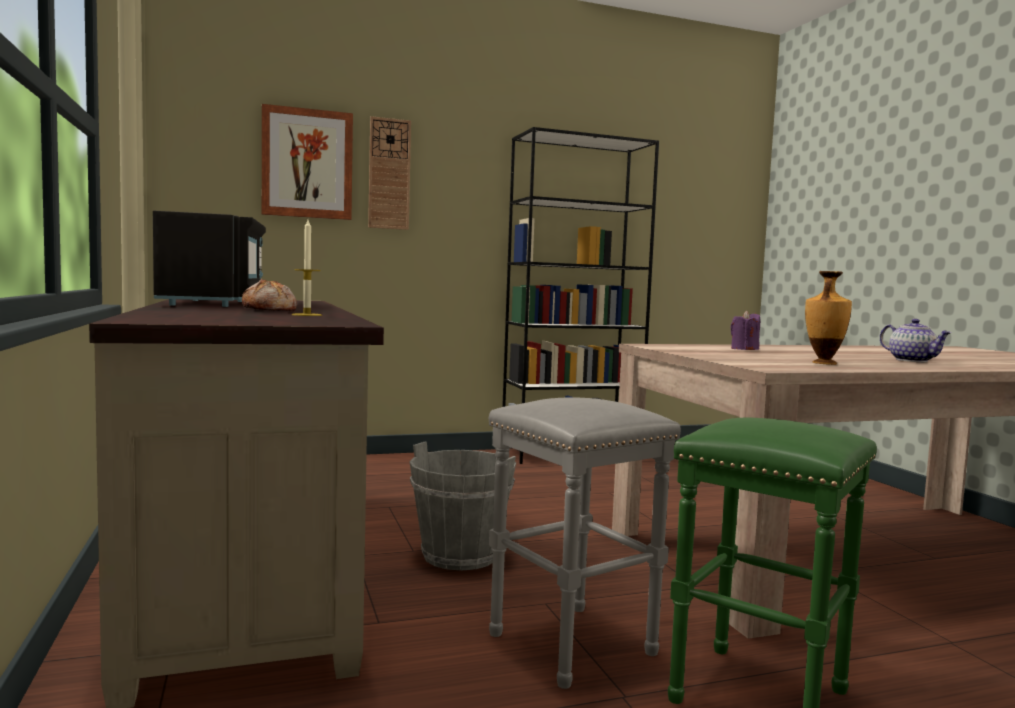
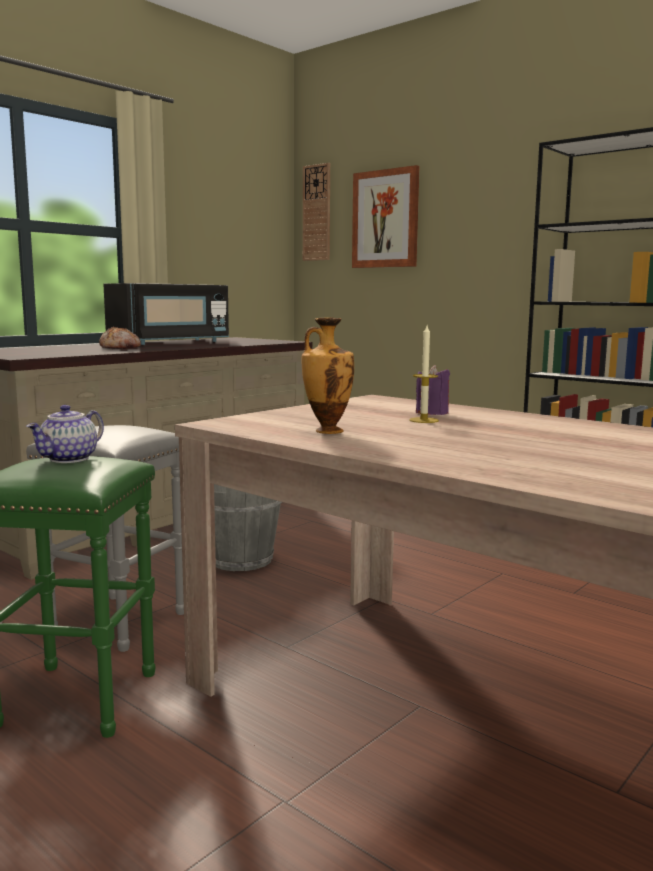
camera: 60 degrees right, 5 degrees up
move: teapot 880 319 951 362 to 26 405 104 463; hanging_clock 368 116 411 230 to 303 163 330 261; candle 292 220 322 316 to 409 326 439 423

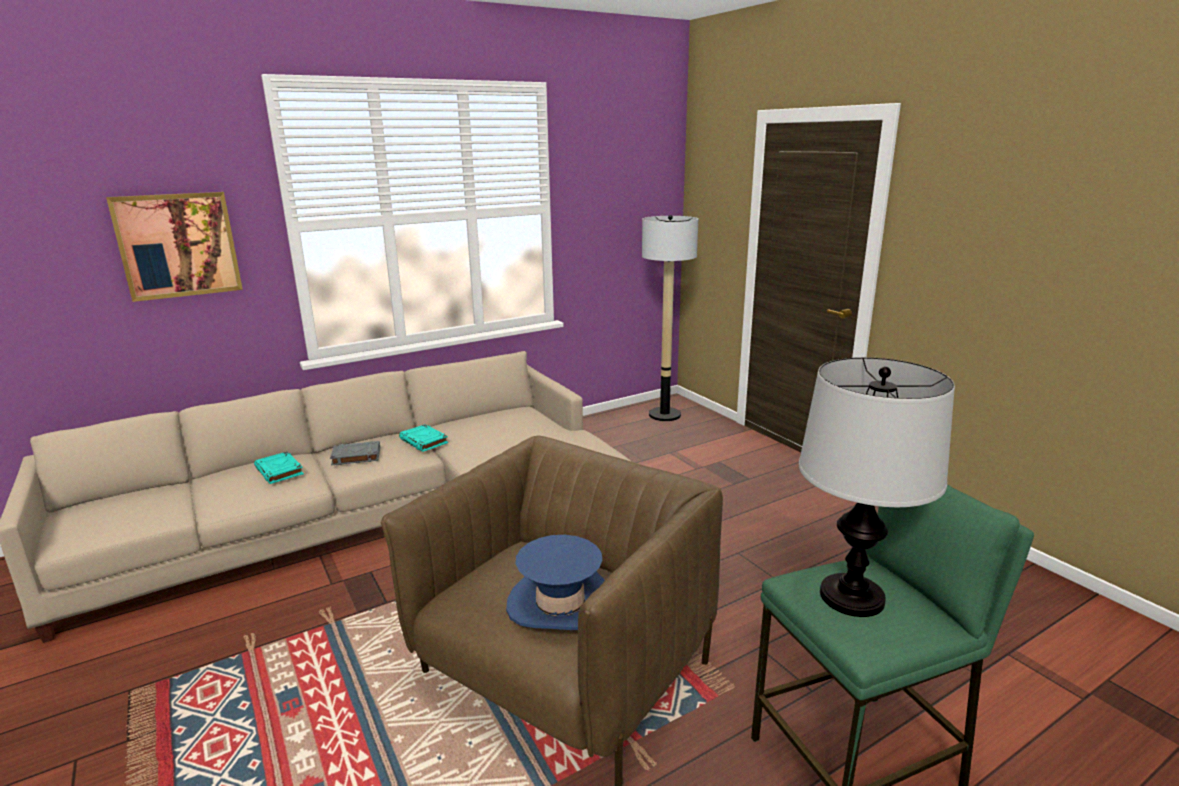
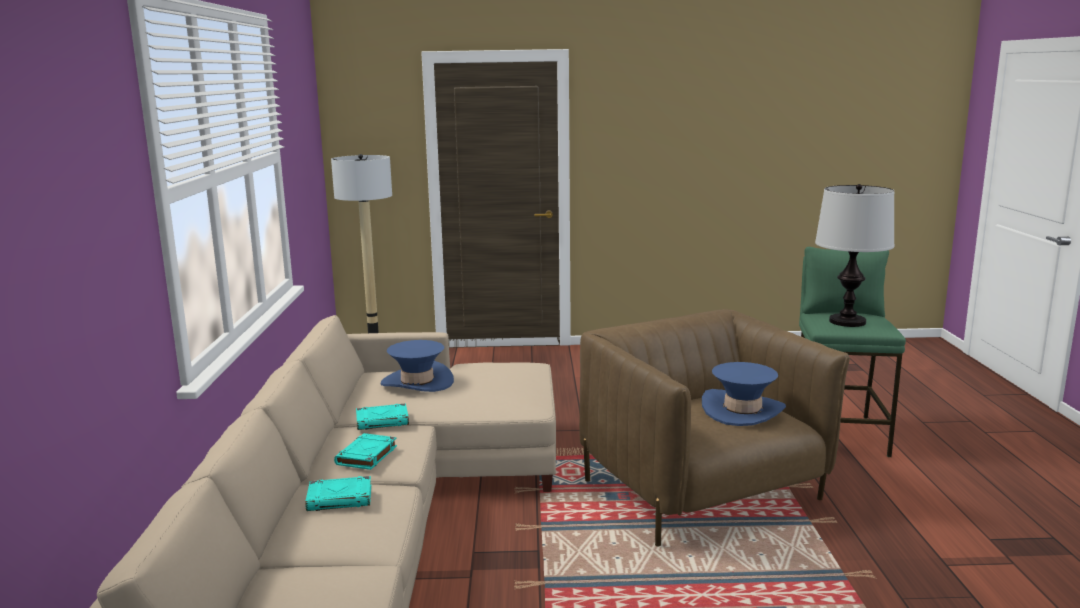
camera: 60 degrees left, 5 degrees down
delete: wall_picture 106 192 243 302
insert: bluish_clothing_hat 381 340 454 392
recolor: gray_bound_book 330 441 380 465 to blue-green_bound_book 334 433 397 470

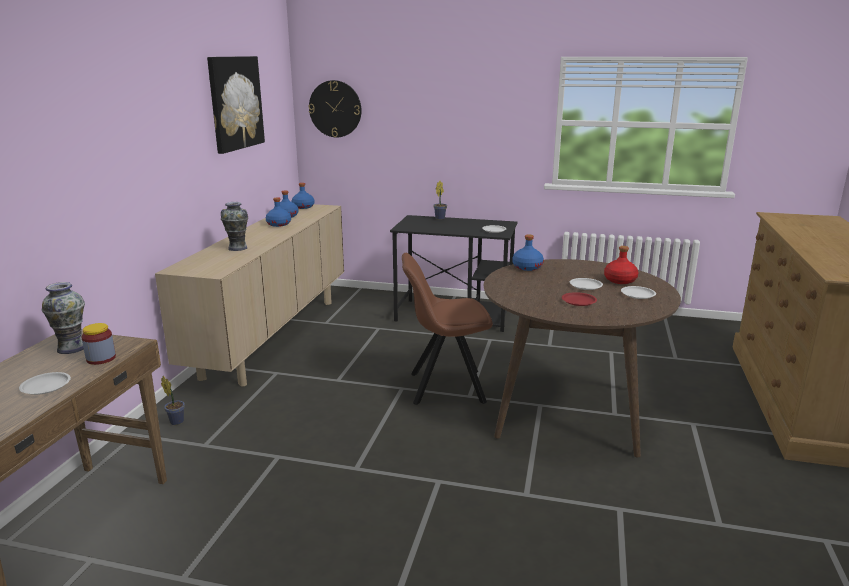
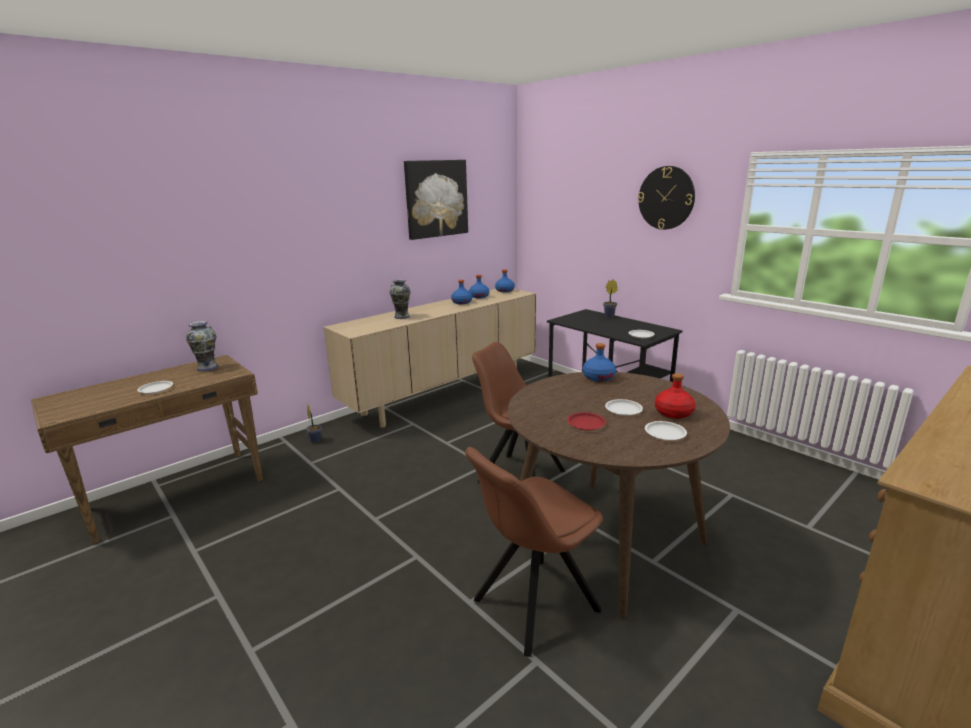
camera: 35 degrees right, 0 degrees up
delete: preserve_jar 81 323 116 365
insert: brown-coloured_upright_chair 465 447 603 657
move: hanging_clock 308 80 362 138 to 638 166 695 230

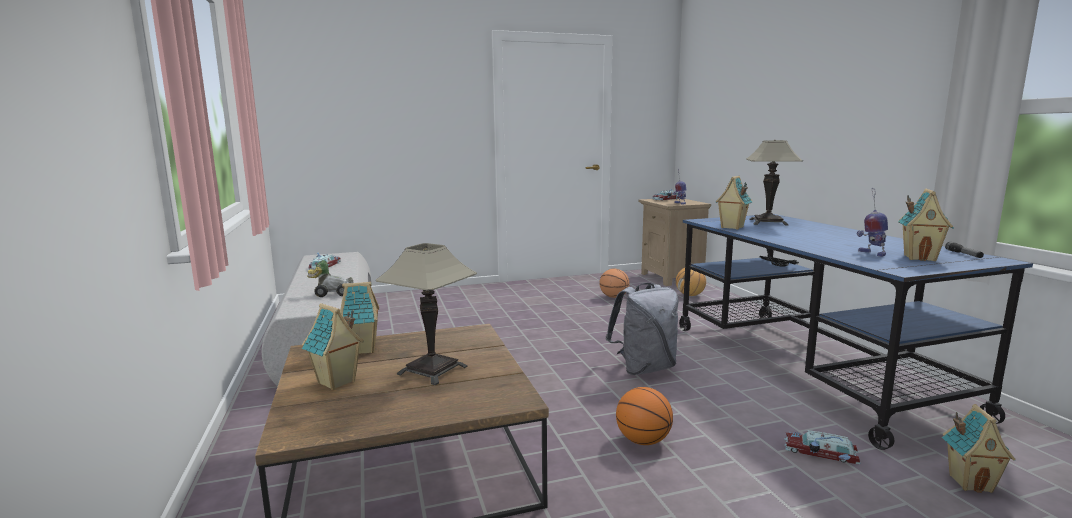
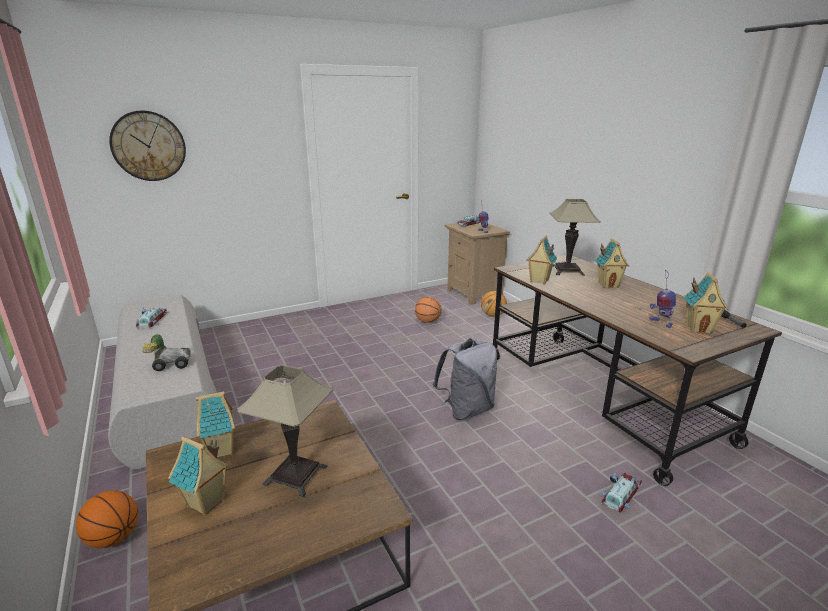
camera: 10 degrees left, 10 degrees up
insert: hanging_clock 109 110 186 181
move: basketball 616 387 673 445 to 76 490 138 548; toy_house 942 404 1016 493 to 594 238 629 288
recolor: bluish_desk 679 214 1033 450 to brown-coloured_desk 493 255 782 486
rotate: miniature_car 784 430 861 464 = 601 472 642 514 120 degrees clockwise

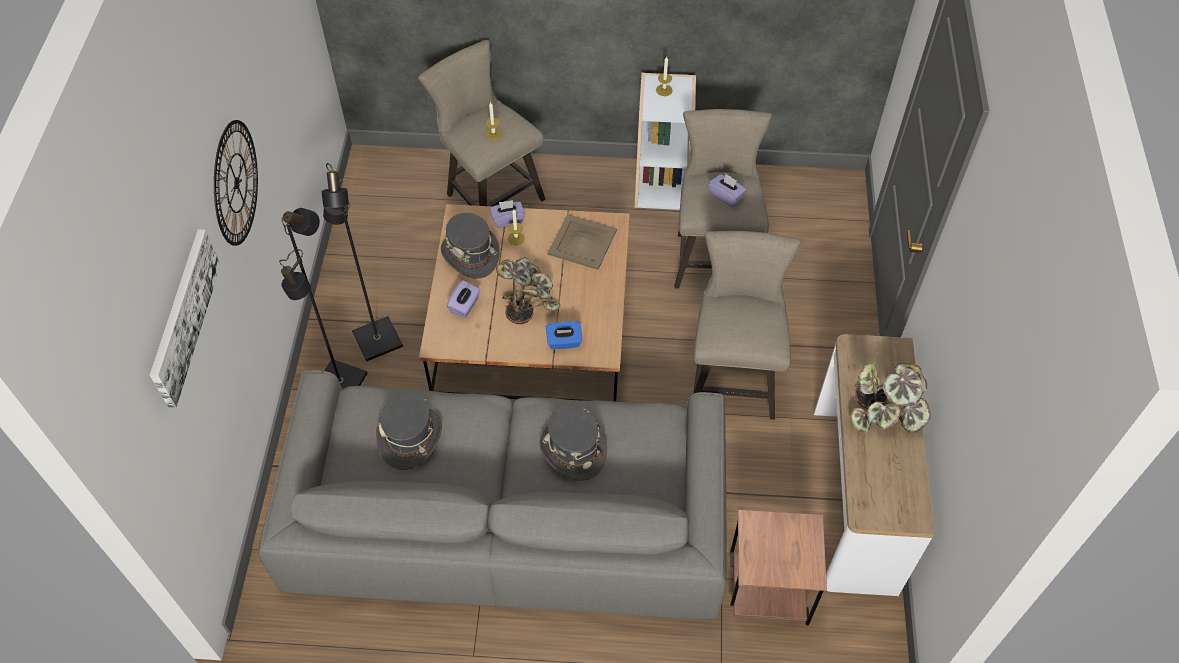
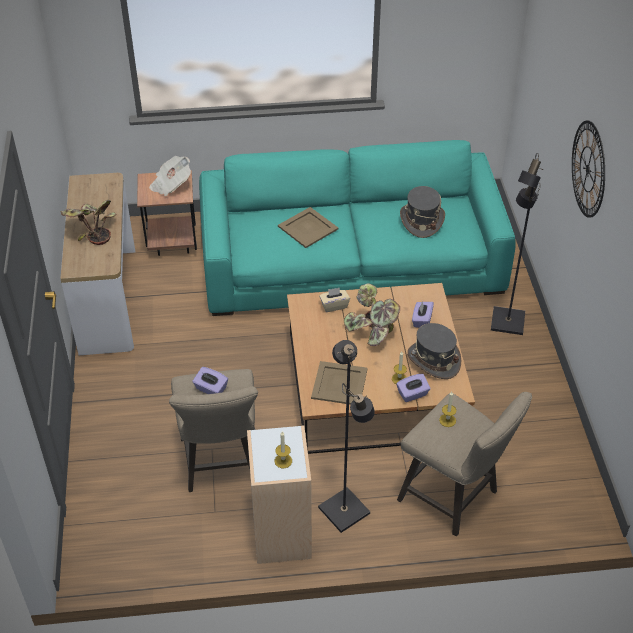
camera: 170 degrees right, 10 degrees down
delete: wall_picture 150 229 221 408; beige_stool_seat 693 231 801 420
insert: daily_paper 149 156 191 196
move: black-coloured_standing_lamp 322 163 403 362 to 318 340 375 533
replace: gray_clothing_hat 540 405 607 481 to beige_serving_tray 278 207 338 248
recolor: gray_sofa 258 370 727 620 to blue-green_sofa 199 140 516 316; bluish_box_of_tissues 546 321 582 349 to beige_box_of_tissues 319 288 350 312

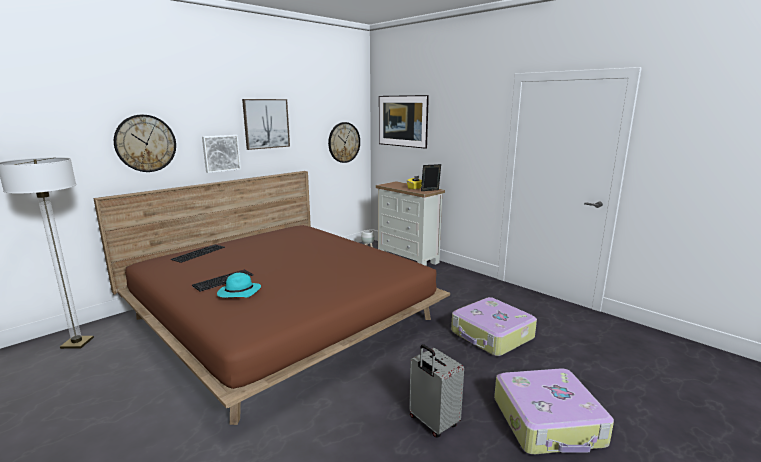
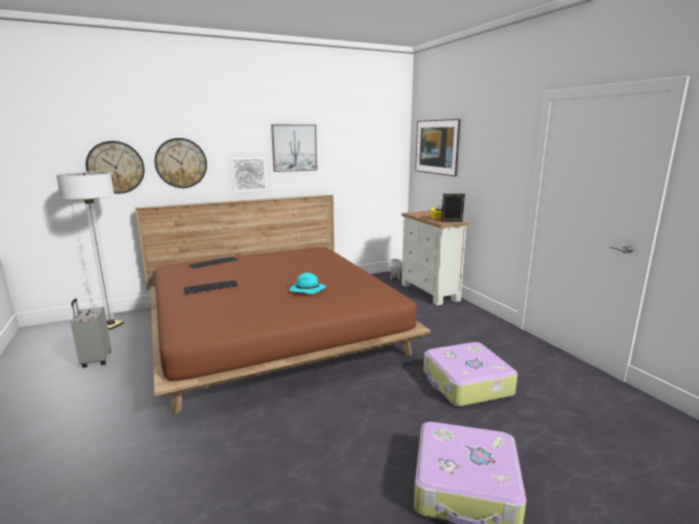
camera: 20 degrees right, 0 degrees up
move: gray_piece_of_luggage 409 344 464 438 to 71 298 111 368; hanging_clock 328 122 360 163 to 86 141 145 194; blue-green_clothing_hat 217 273 261 298 to 289 273 326 294

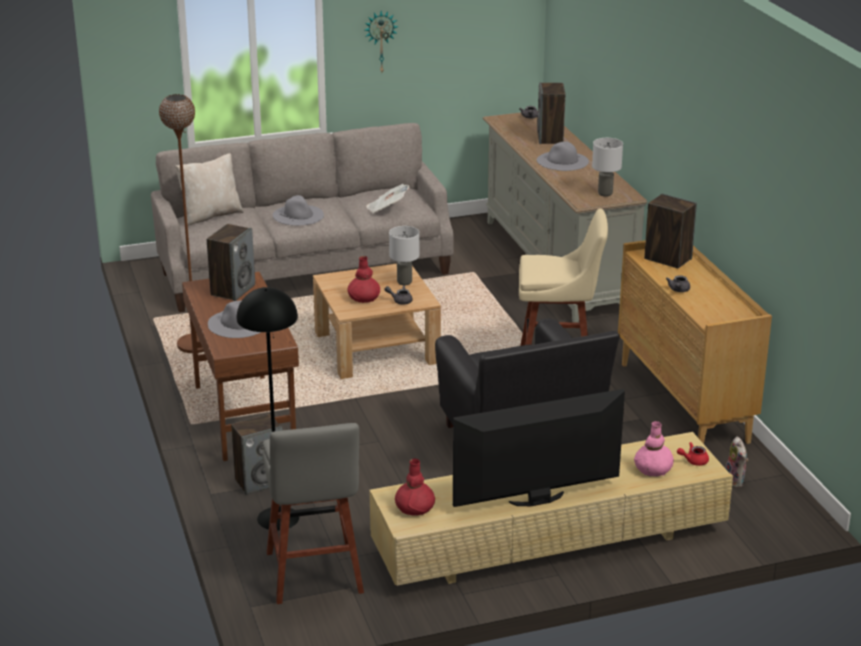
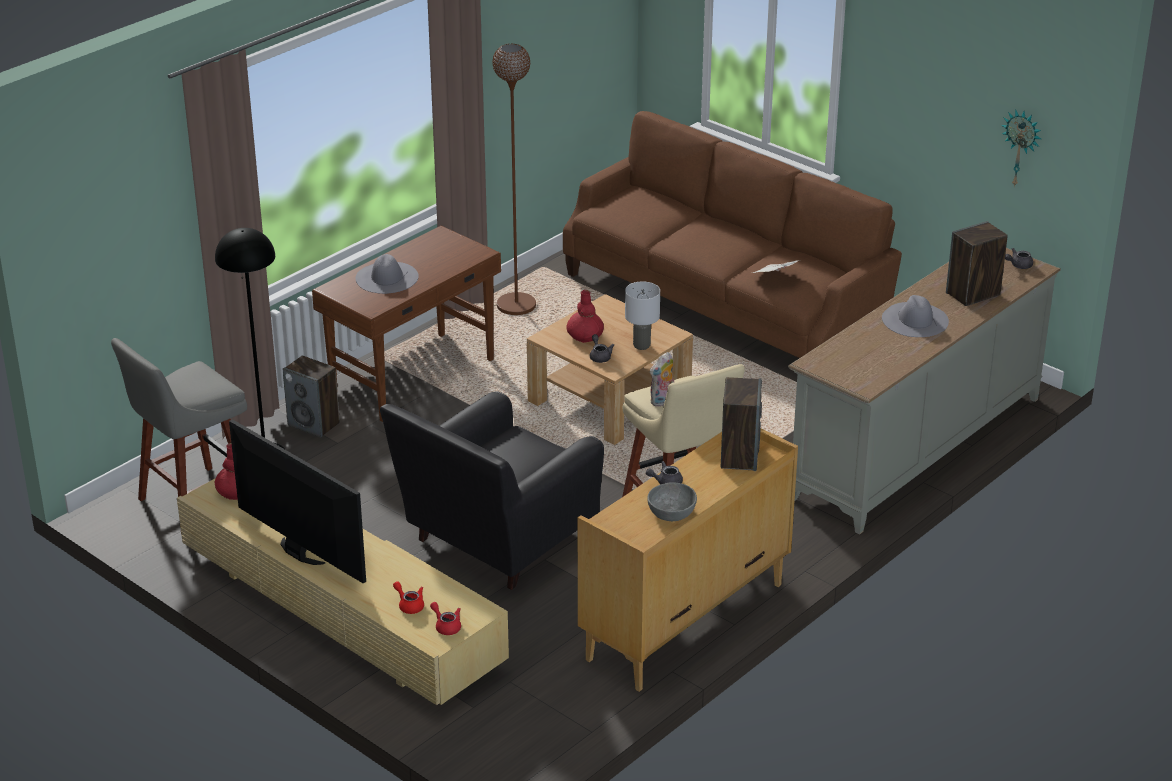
camera: 60 degrees right, 5 degrees up
delete: beige_cushion 175 153 244 226; audio_speaker 207 224 255 301; gray_clothing_hat 273 195 324 226; white_tabletop_lamp 592 138 623 197
insert: gray_serving_bowl 647 482 697 521
move: plush_toy 725 436 749 488 to 650 352 674 407; hanging_clock 365 11 399 72 to 1001 109 1041 188
replace: pinkish_decorative_vase 634 421 674 477 to reddish_teapot 393 581 424 614
recolor: gray_sofa 151 123 454 312 to brown-coloured_sofa 563 111 902 358

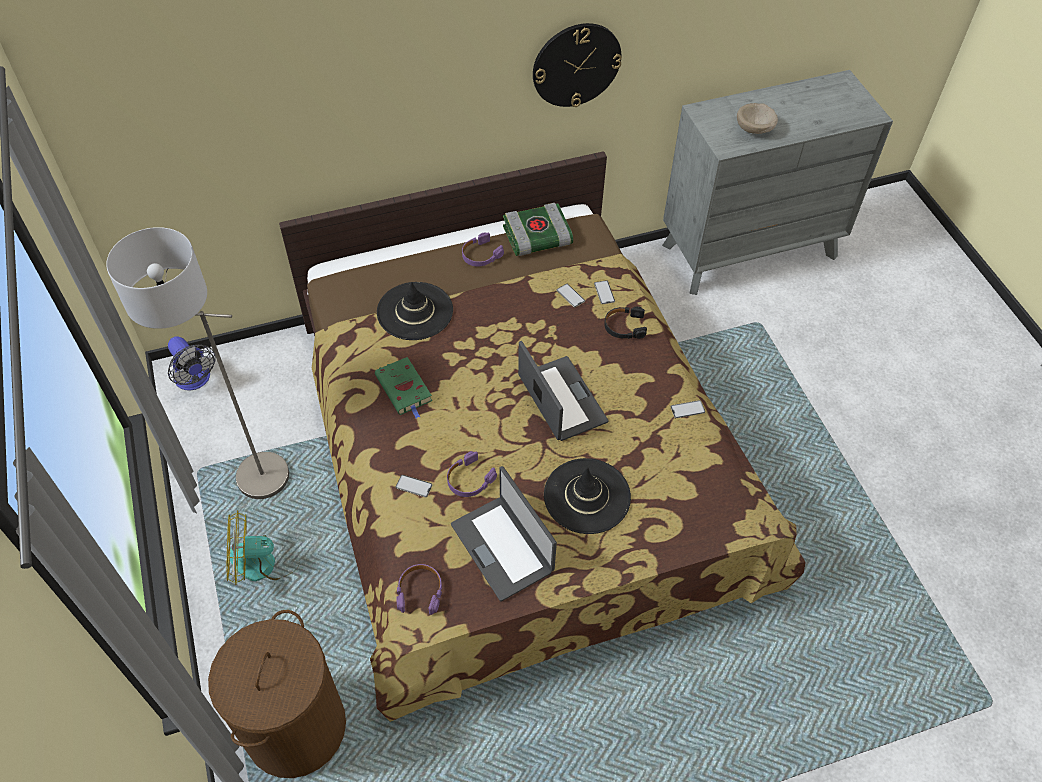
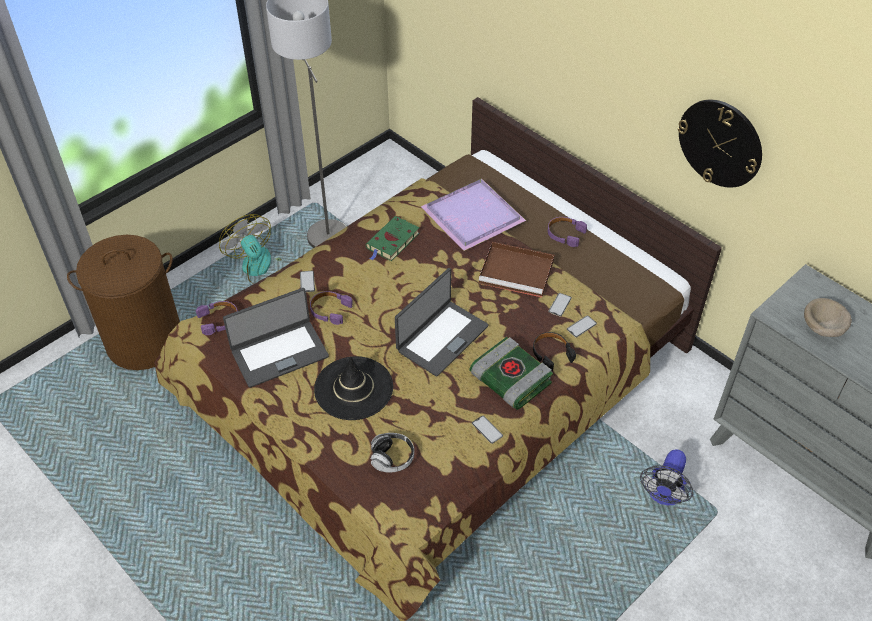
camera: 65 degrees right, 5 degrees down
insert: pair_of_headphones 370 433 414 472; brown-coloured_serving_tray 478 242 554 297
move: bound_book 503 203 573 256 to 469 337 553 410; electric_fan 168 337 216 390 to 640 449 693 505
replace: black-coloured_clothing_hat 377 282 453 340 to purple_serving_tray 421 179 526 251
rotate: laptop 451 466 557 601 = 223 288 329 388 150 degrees counterclockwise

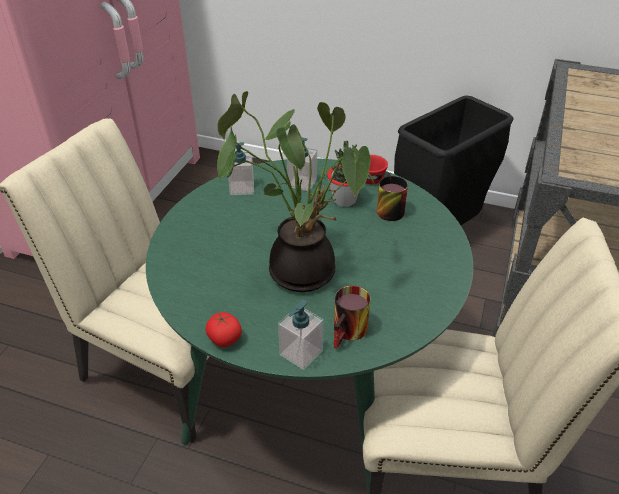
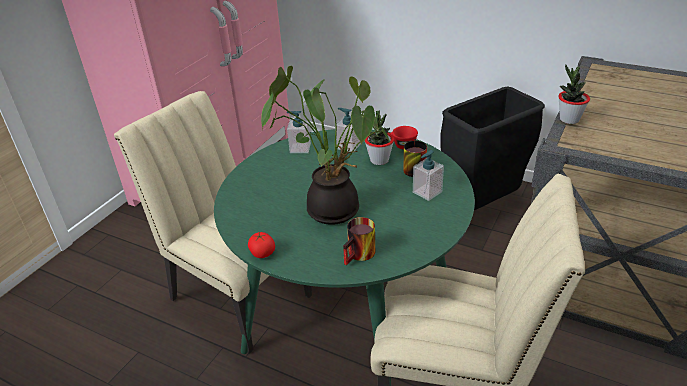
camera: 10 degrees right, 5 degrees down
insert: plant_in_a_pot 558 65 590 124
move: soap_dispenser 278 300 324 370 to 413 150 444 201

